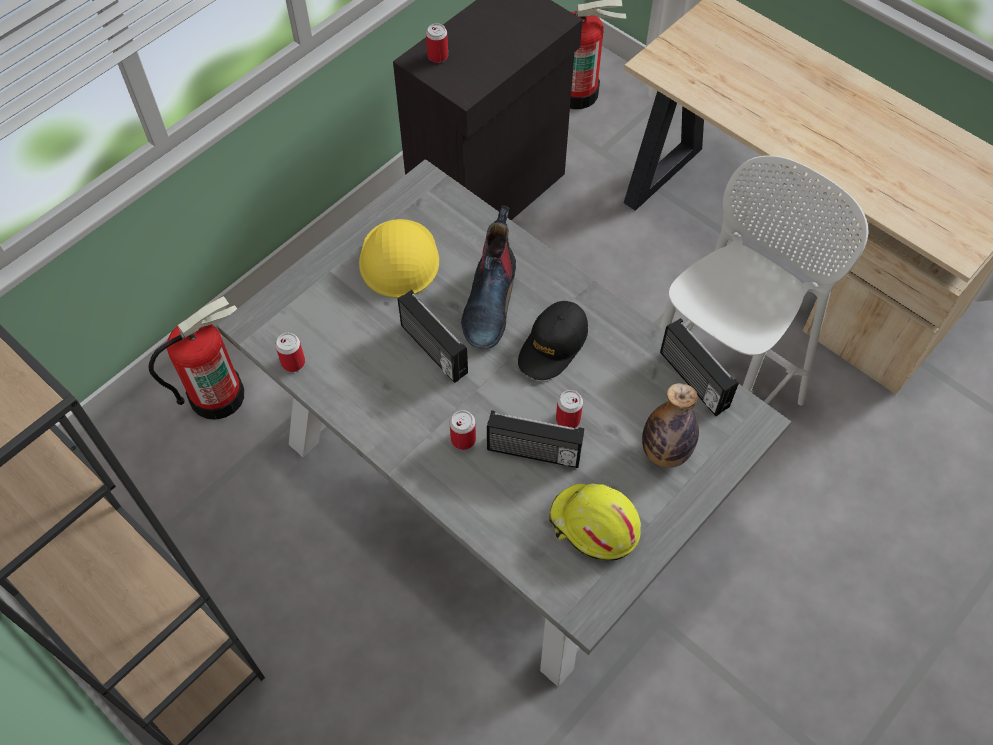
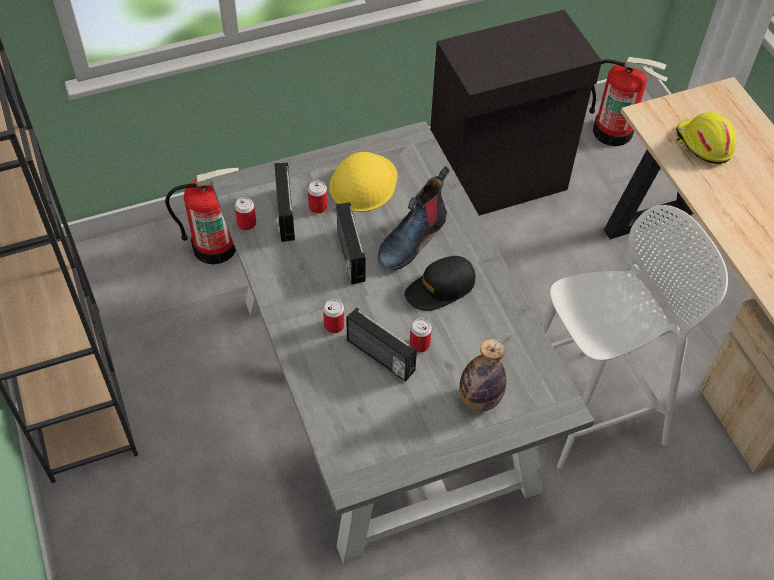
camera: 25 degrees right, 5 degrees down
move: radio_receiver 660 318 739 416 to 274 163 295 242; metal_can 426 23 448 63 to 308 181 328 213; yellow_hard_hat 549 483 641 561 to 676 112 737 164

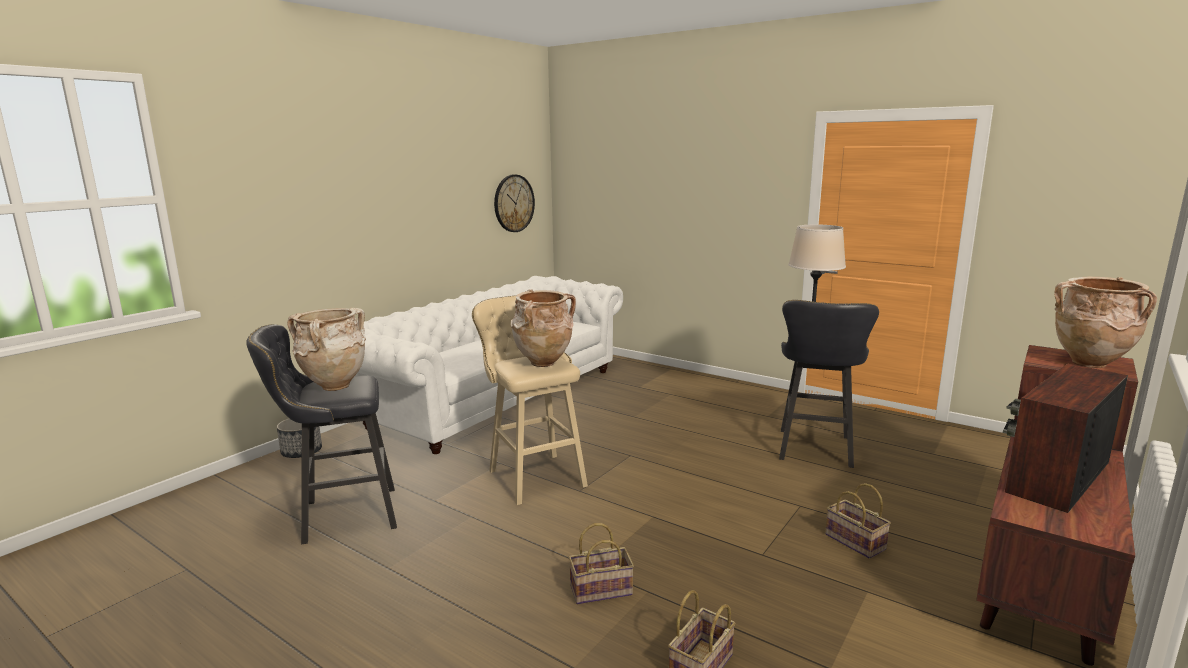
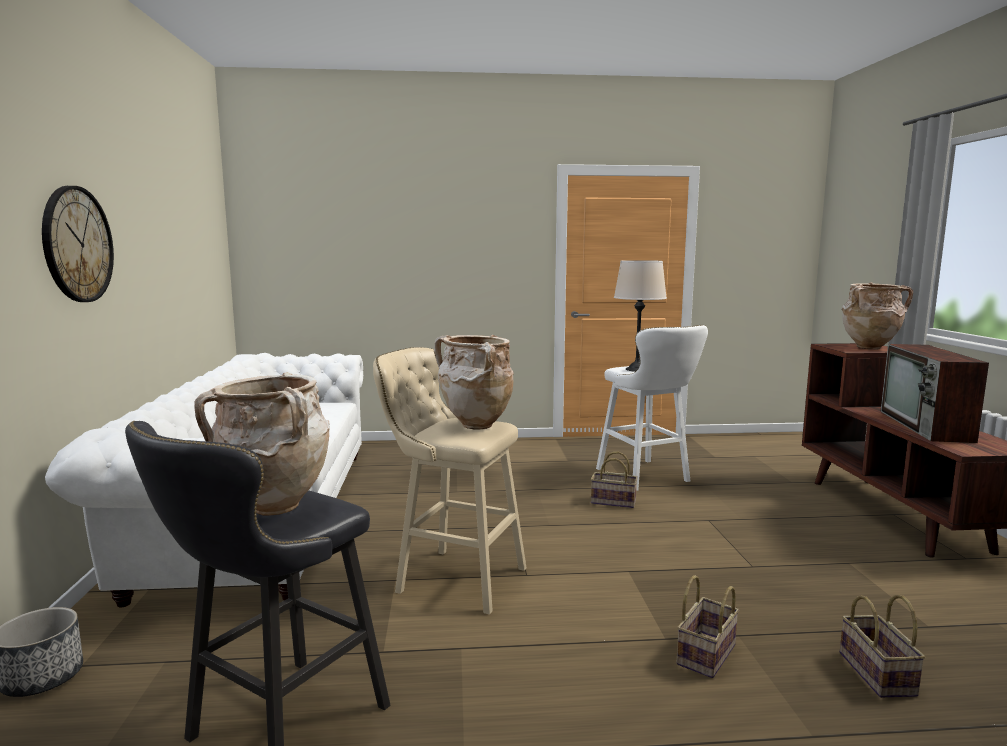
camera: 40 degrees left, 5 degrees down
move: hanging_clock 494 175 535 232 to 42 186 114 302; basket 825 483 891 559 to 591 452 638 508
recolor: black-coloured_stool_seat 779 300 879 468 to white_stool_seat 596 325 708 491

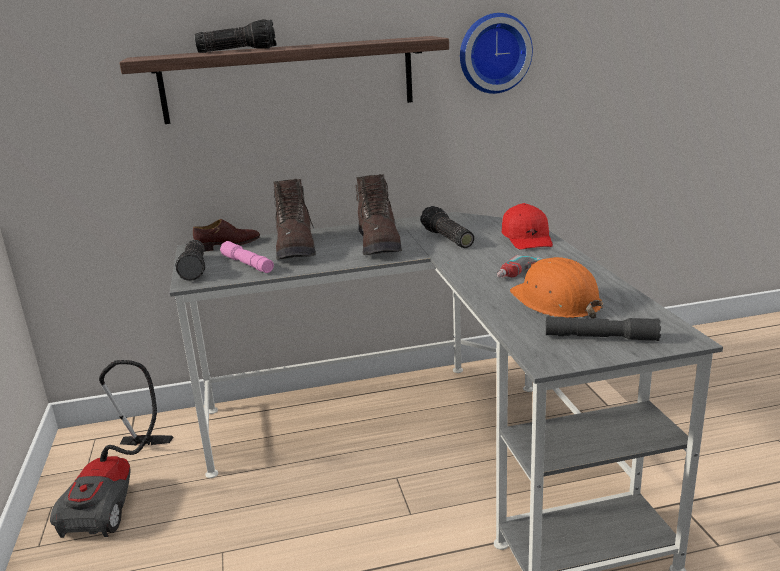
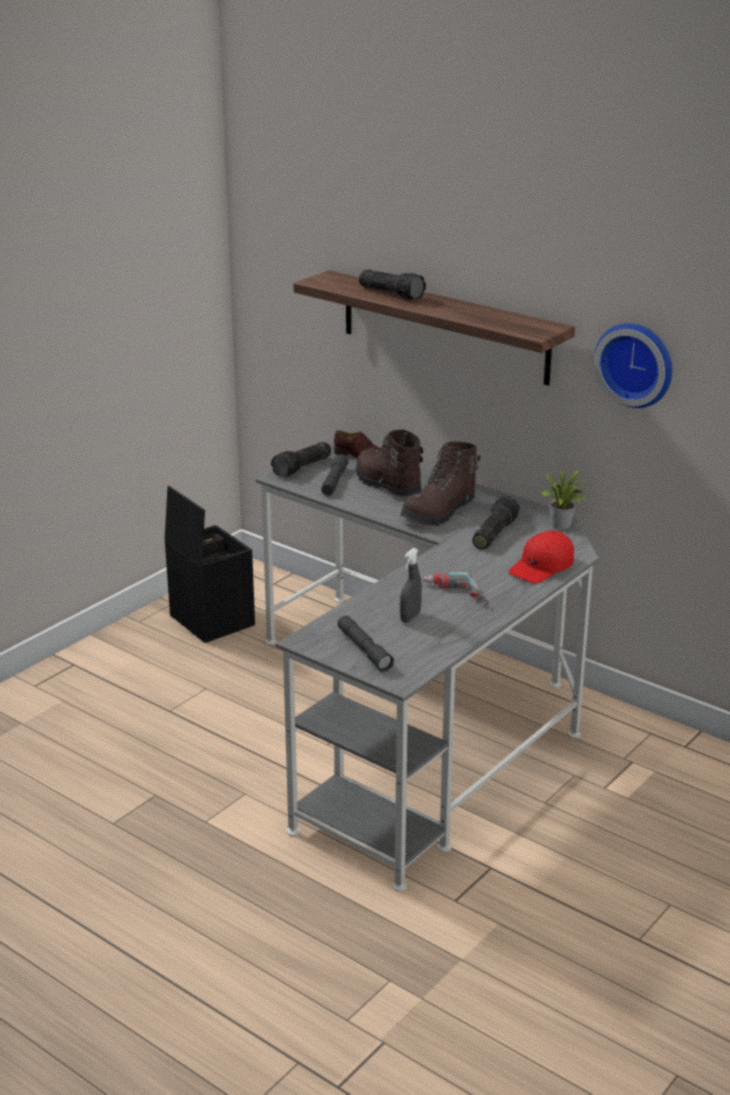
camera: 50 degrees right, 5 degrees up
insert: plant_in_a_pot 538 468 587 529
replace: vacuum_cleaner 50 360 174 538 to black-coloured_storage_container 165 486 255 643; orange-coloured_hard_hat 510 257 604 319 to gray_sprayer 400 548 422 623
recolor: pinkish_flashlight 220 241 274 273 to gray_flashlight 321 454 349 496
rotate: brown-coloured_boot 274 179 316 260 = 356 430 423 497 105 degrees clockwise

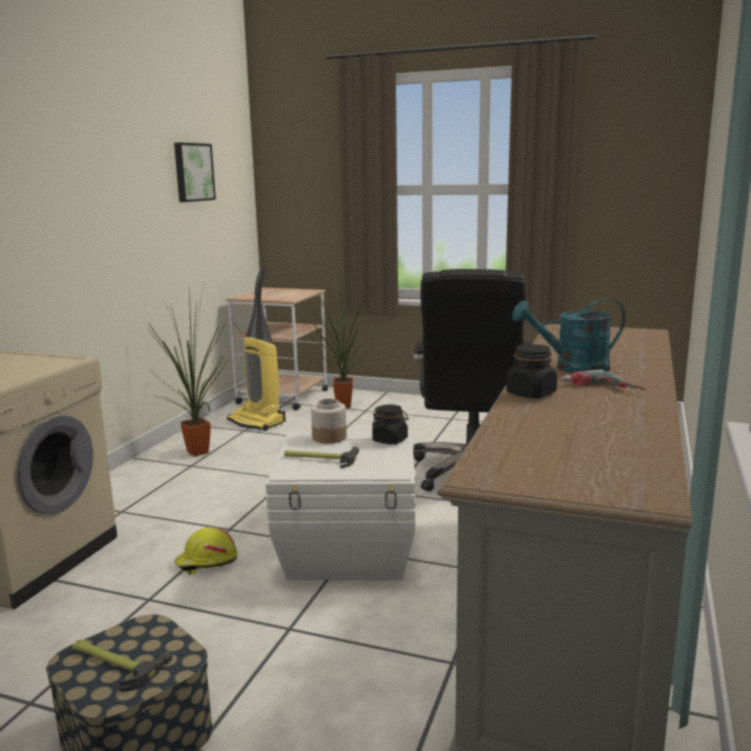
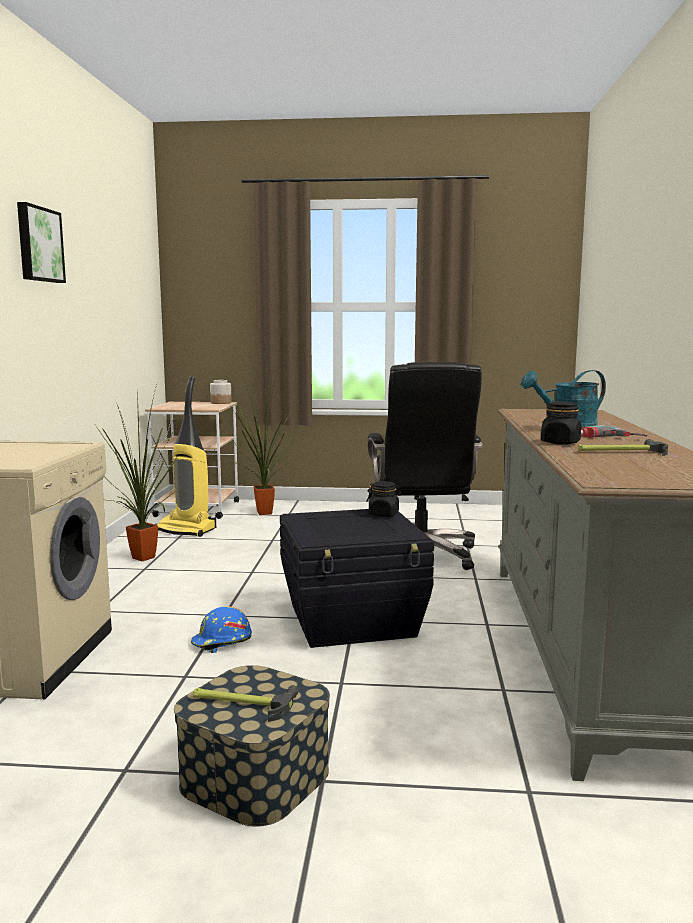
camera: 15 degrees left, 5 degrees down
move: wall_picture 174 142 216 202 to 17 202 66 283; preserve_jar 311 399 347 444 to 210 380 232 404; hammer 284 447 359 468 to 578 439 668 456
recolor: yellow_hard_hat 175 527 238 575 to bluish_hard_hat 191 606 252 653; white_storage_container 265 431 416 580 to black-coloured_storage_container 280 509 434 648

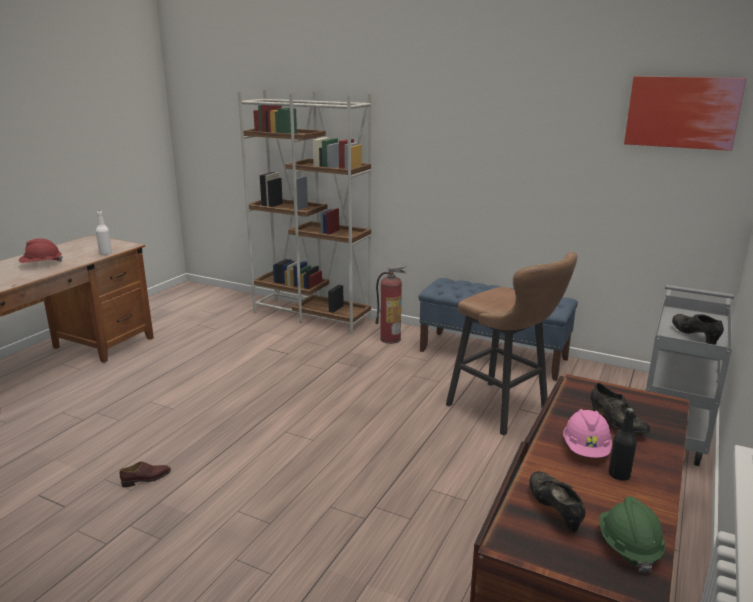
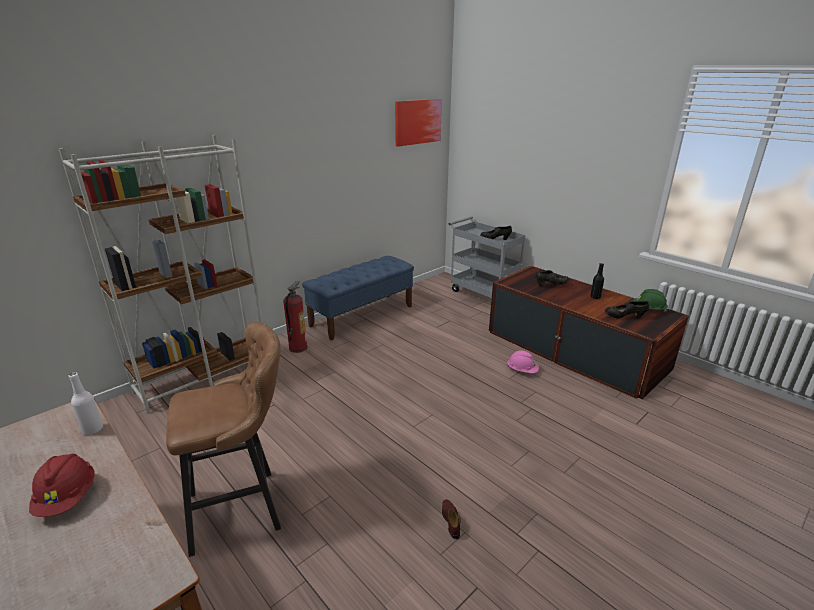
camera: 70 degrees left, 5 degrees up
move: brown-coloured_stool_seat 446 252 577 435 to 166 322 281 557; pinkish_hard_hat 563 409 612 458 to 507 351 539 373

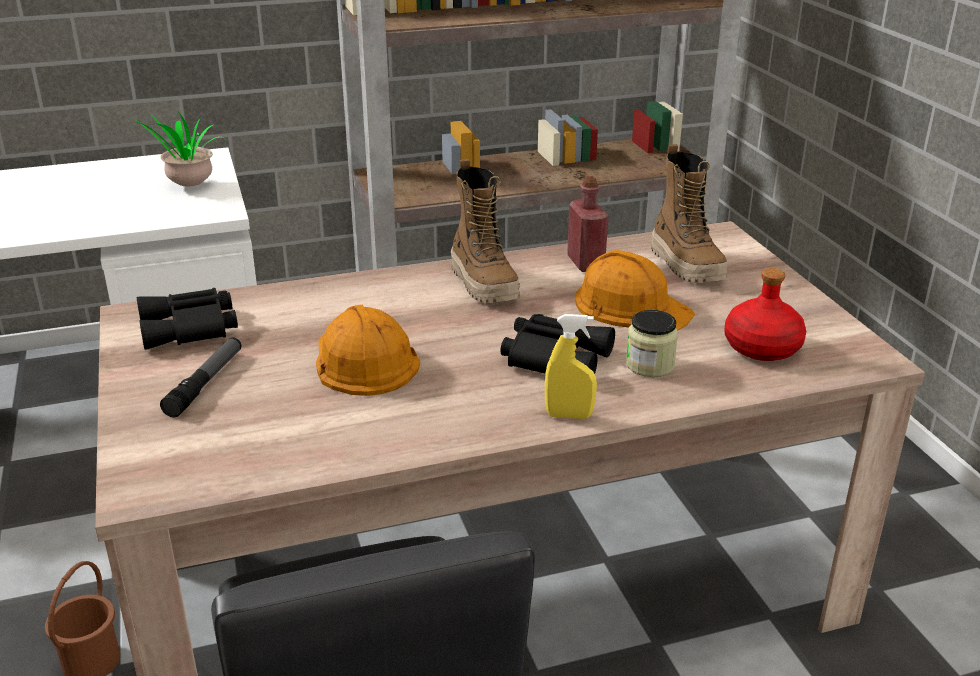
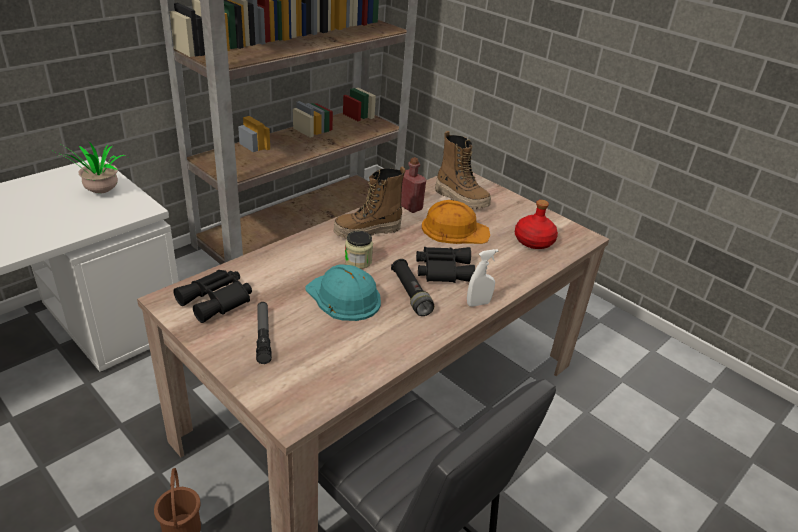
camera: 30 degrees left, 5 degrees up
insert: black-coloured_flashlight 391 259 434 316
move: preserve_jar 626 310 678 377 to 345 231 373 269
recolor: orange-coloured_hard_hat 316 304 420 396 to blue-green_hard_hat 306 264 381 321; yellow_sprayer 545 314 597 419 to white_sprayer 467 249 498 307
rotate: boot 451 159 520 303 = 333 166 406 239 120 degrees clockwise

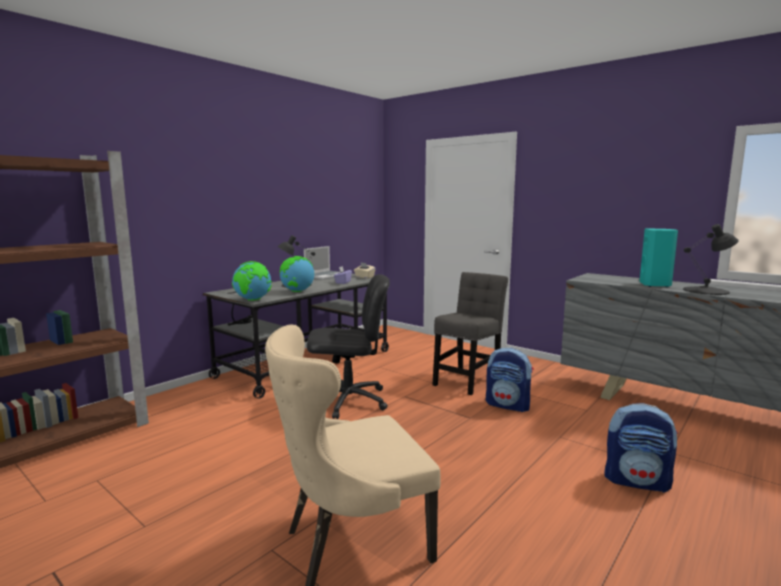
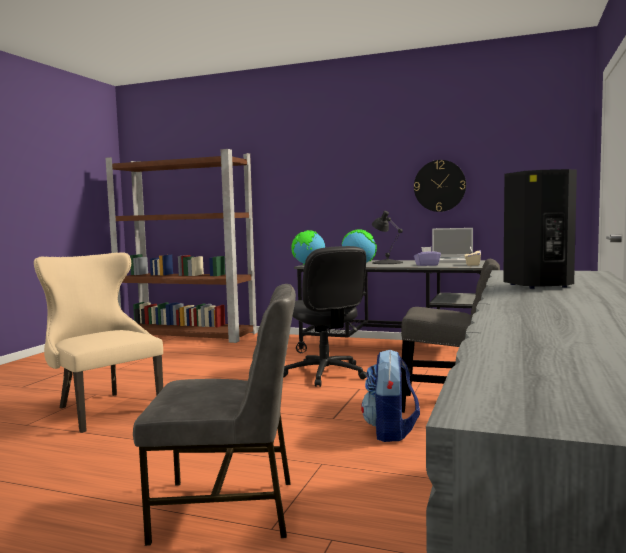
camera: 70 degrees right, 5 degrees down
delete: black-coloured_tabletop_lamp 683 224 739 295
insert: hanging_clock 414 160 466 212
replace: backpack 604 403 678 493 to gray_upright_chair 133 284 296 546
recolor: blue-green_audio_speaker 639 228 678 287 to black-coloured_audio_speaker 503 169 577 289

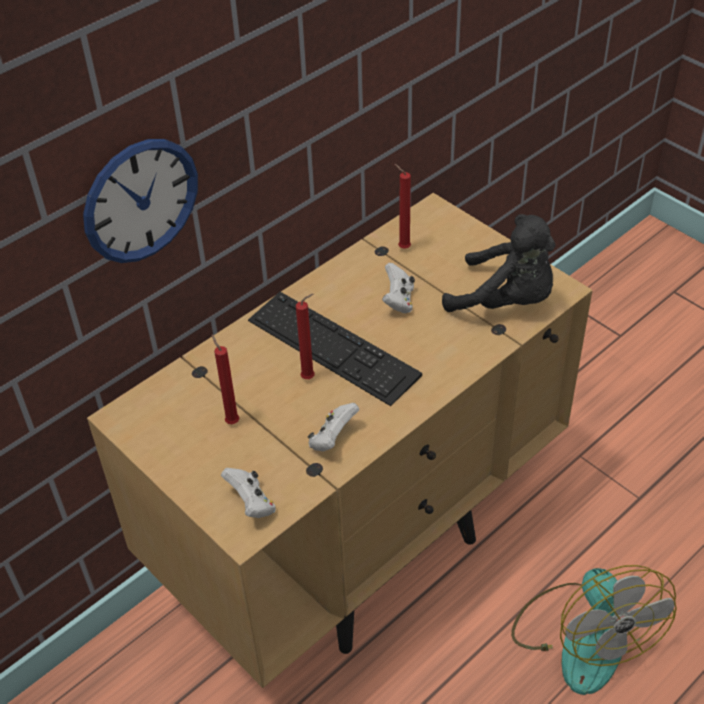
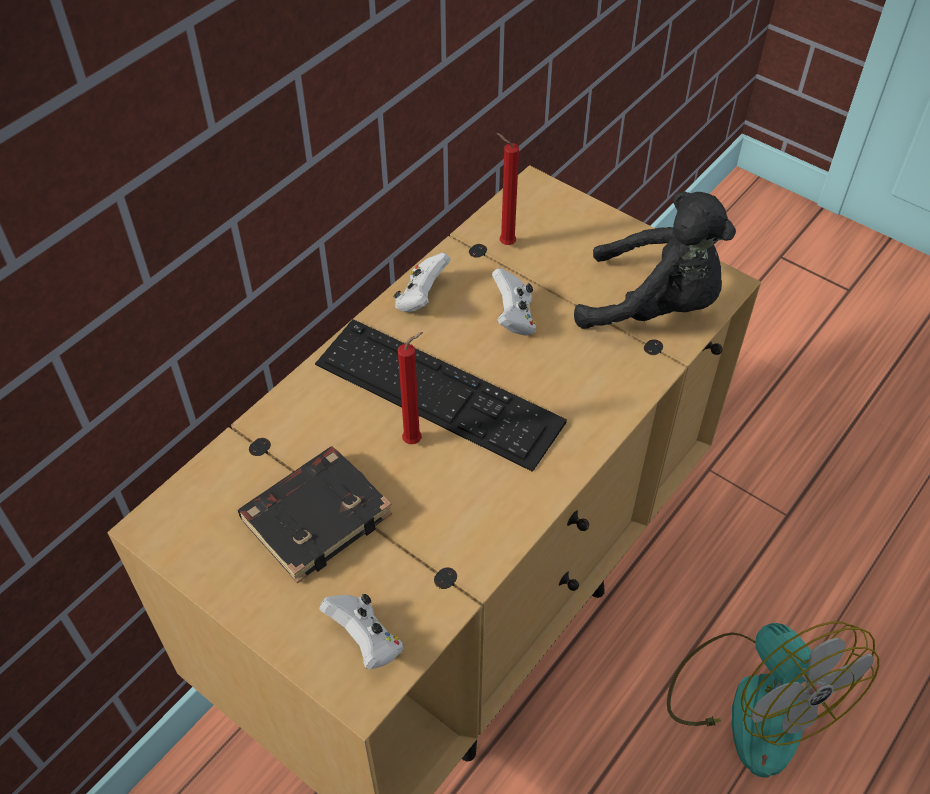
camera: 10 degrees left, 5 degrees up
delete: hanging_clock 83 139 198 263
move: white_game_controller 308 403 359 451 to 394 253 451 312
replace: reddish_candle 212 335 239 424 to black-coloured_bound_book 238 446 392 584

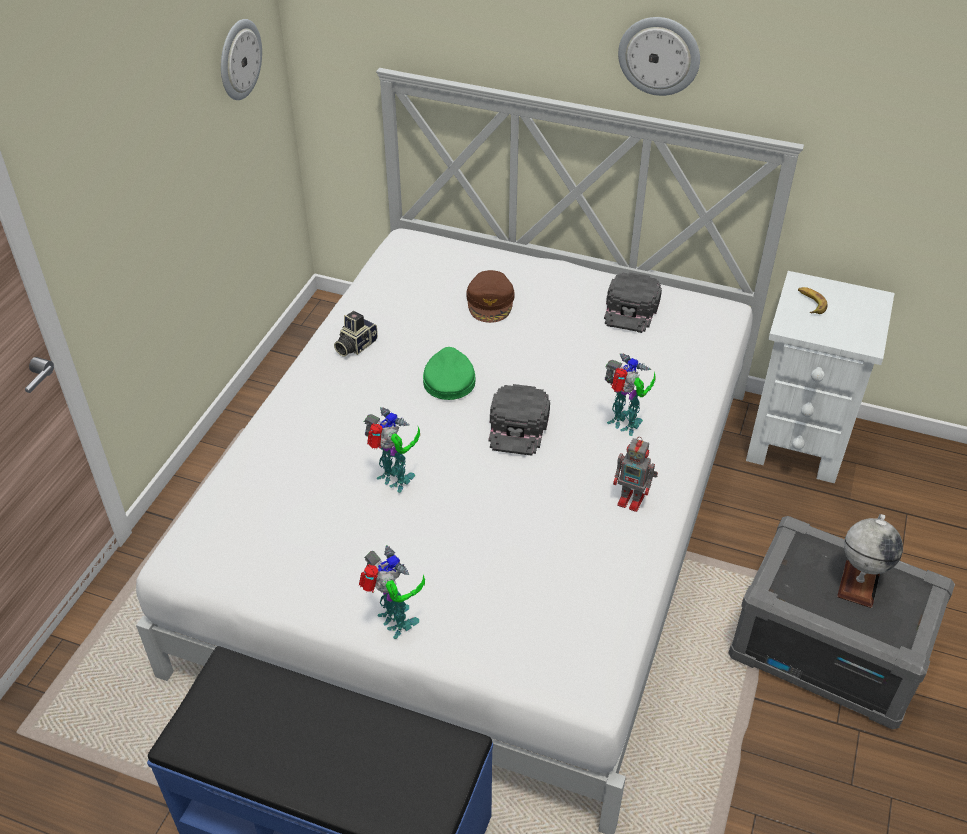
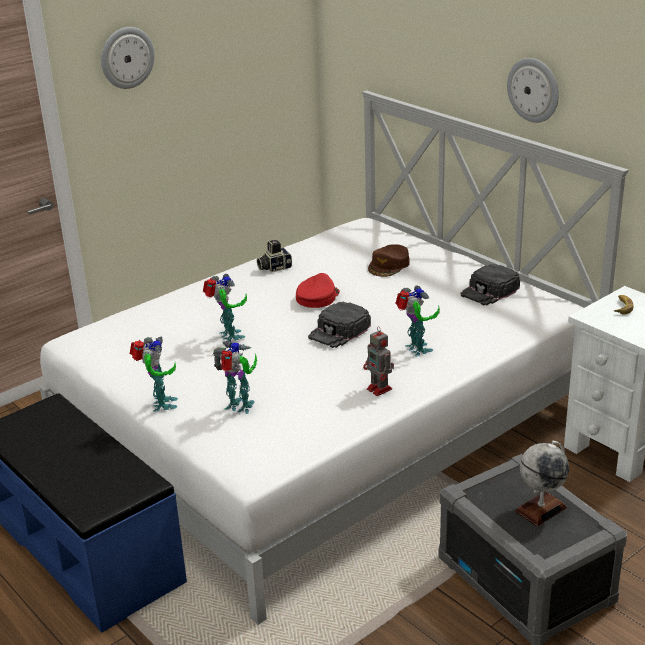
camera: 30 degrees right, 15 degrees down
insert: toy_robot 213 341 257 414
move: hanging_clock 221 19 262 100 to 101 27 155 89
recolor: greenish_peaked_cap 423 347 475 400 to reddish_peaked_cap 296 273 340 308

